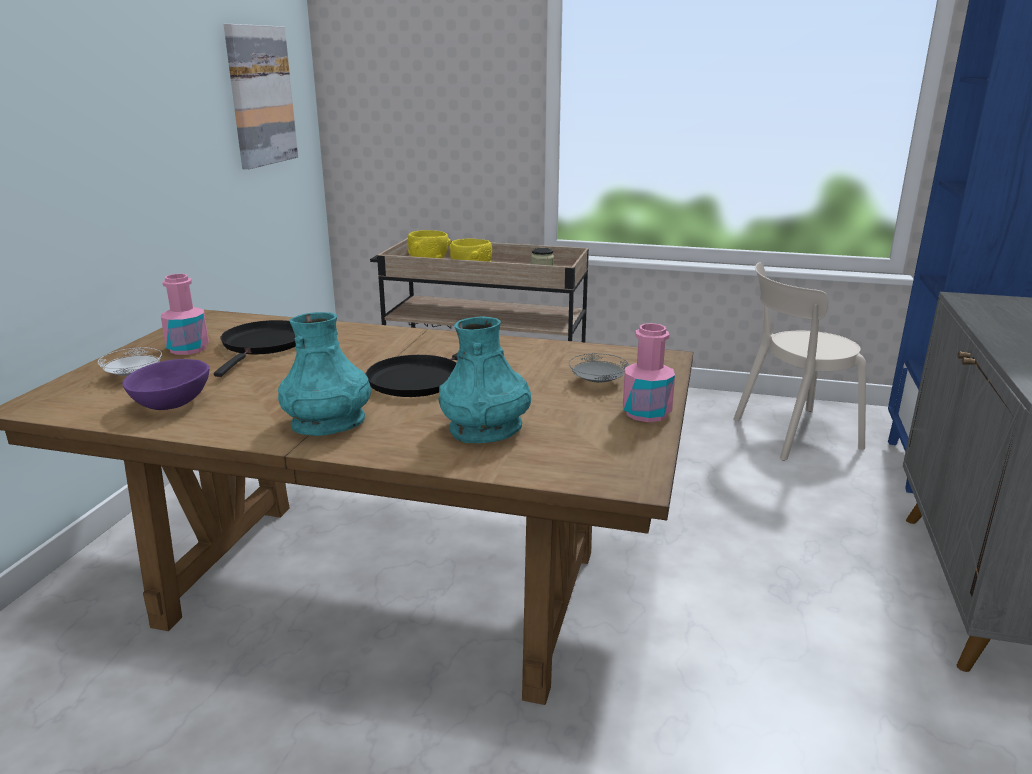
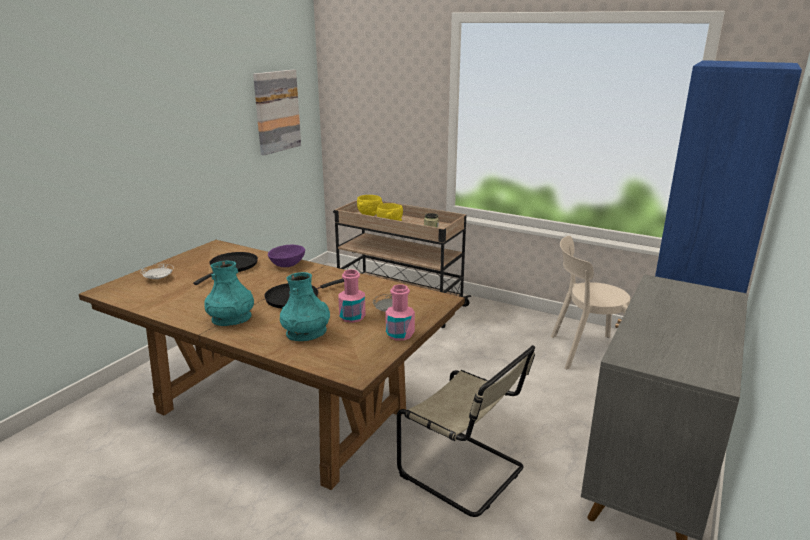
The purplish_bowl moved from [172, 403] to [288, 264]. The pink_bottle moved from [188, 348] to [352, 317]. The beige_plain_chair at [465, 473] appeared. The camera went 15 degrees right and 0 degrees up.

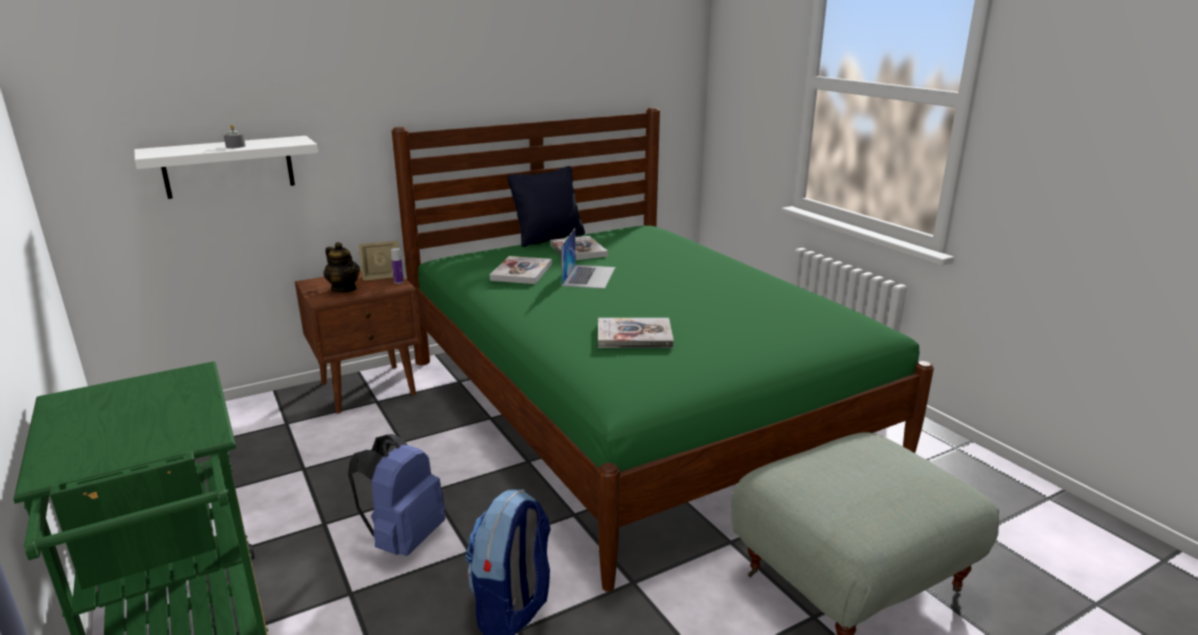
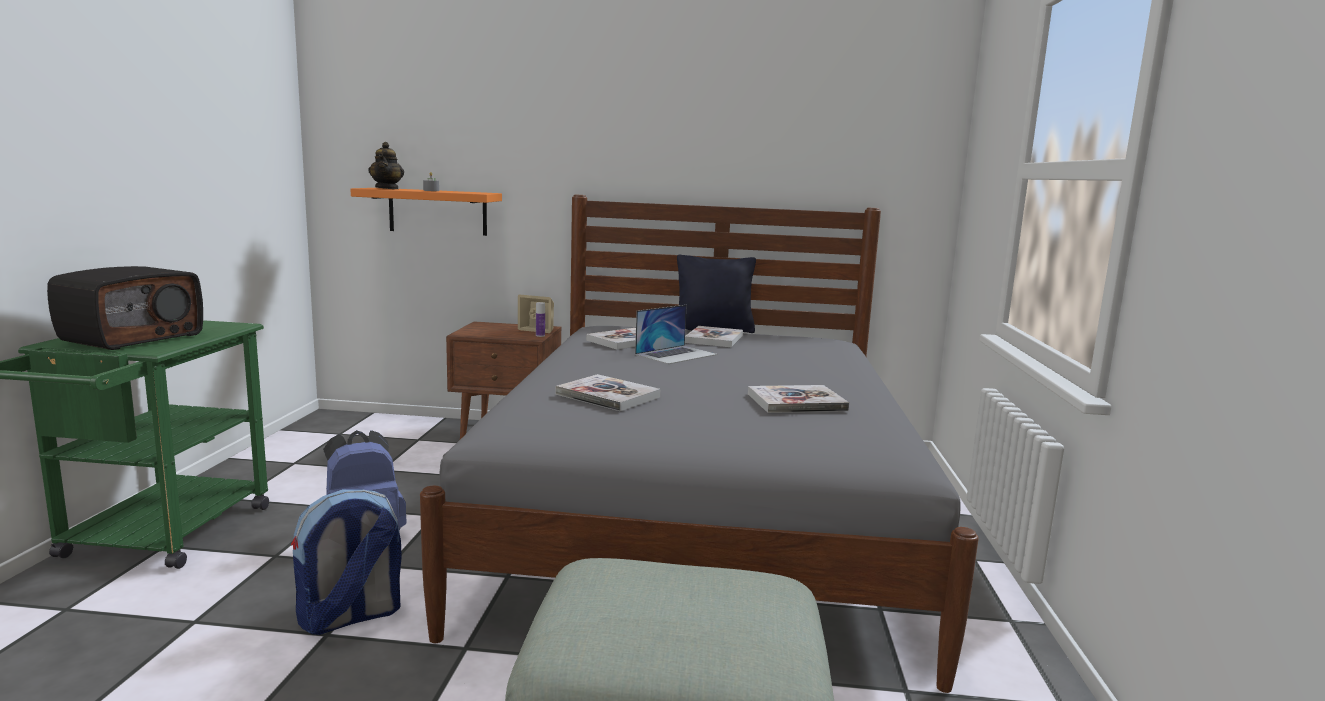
The radio_receiver at [132, 337] appeared. The white-coloured_shelf at [228, 167] became the orangey_shelf at [438, 211]. The tea_pot moved from [344, 289] to [387, 188]. The green_sleeping_bed at [634, 408] became the grey_sleeping_bed at [700, 519]. The volume at [796, 402] appeared. The camera went 35 degrees right and 10 degrees down.

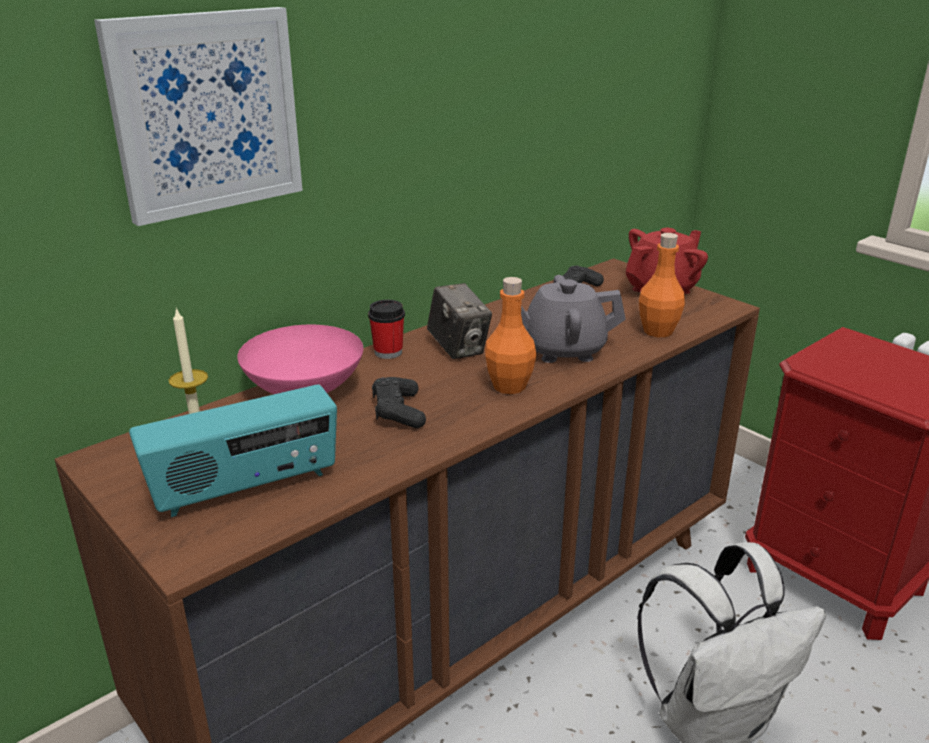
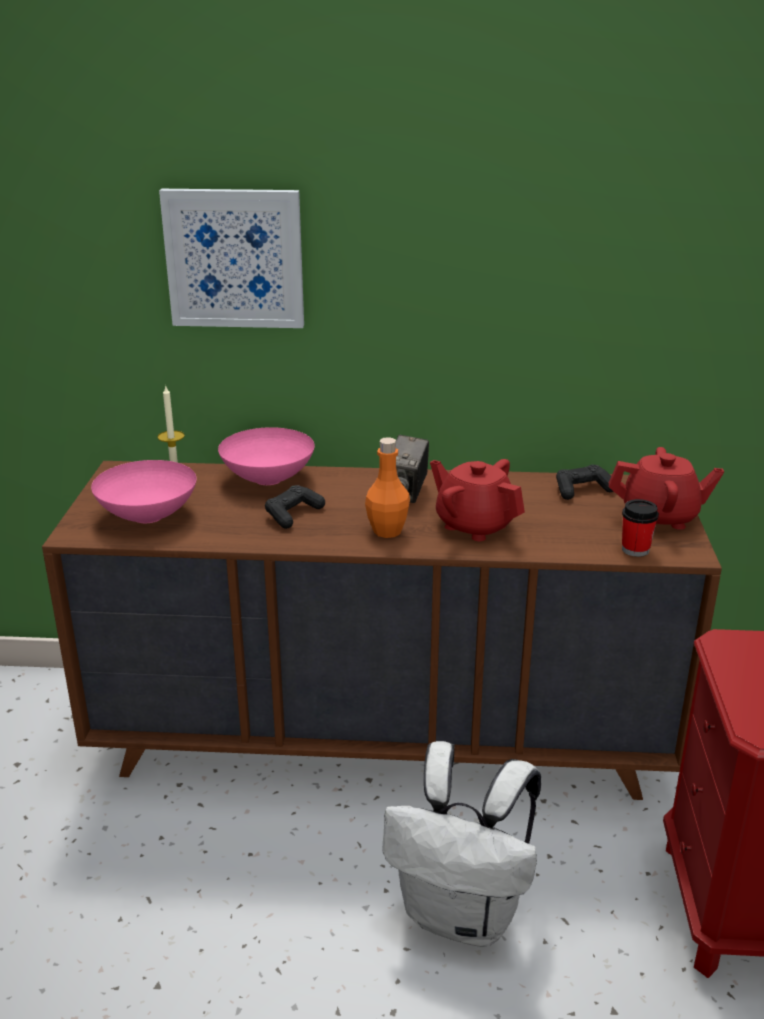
The radio_receiver at [246, 488] was replaced by the pink_bowl at [150, 516]. The grey_tea_pot at [563, 350] became the red_tea_pot at [474, 525]. The drinking_cup moved from [388, 352] to [635, 549]. The orangey_bottle at [658, 331] disappeared. The camera went 45 degrees right and 0 degrees up.

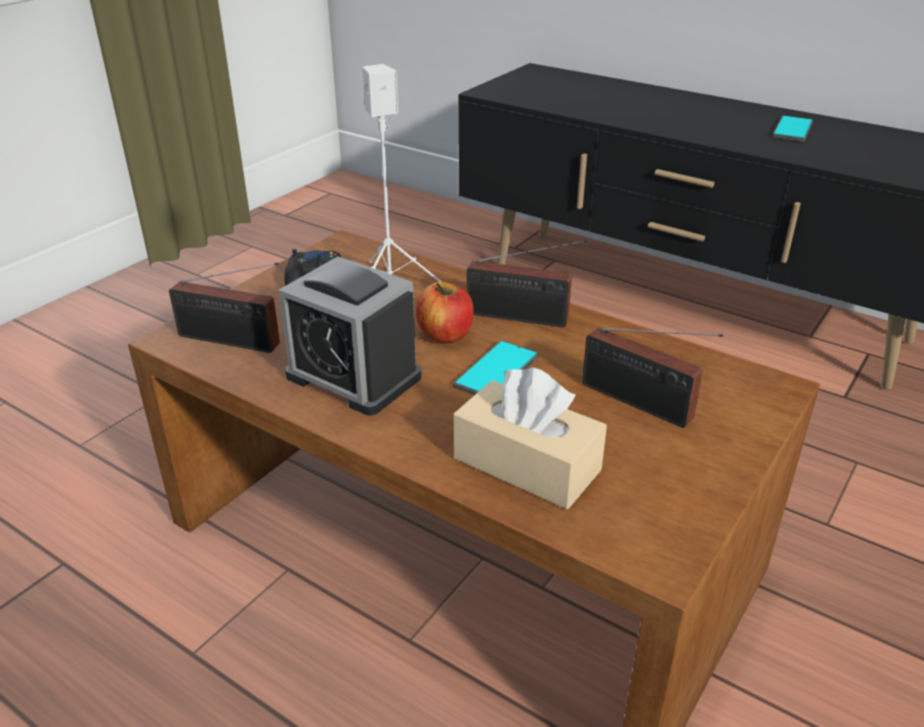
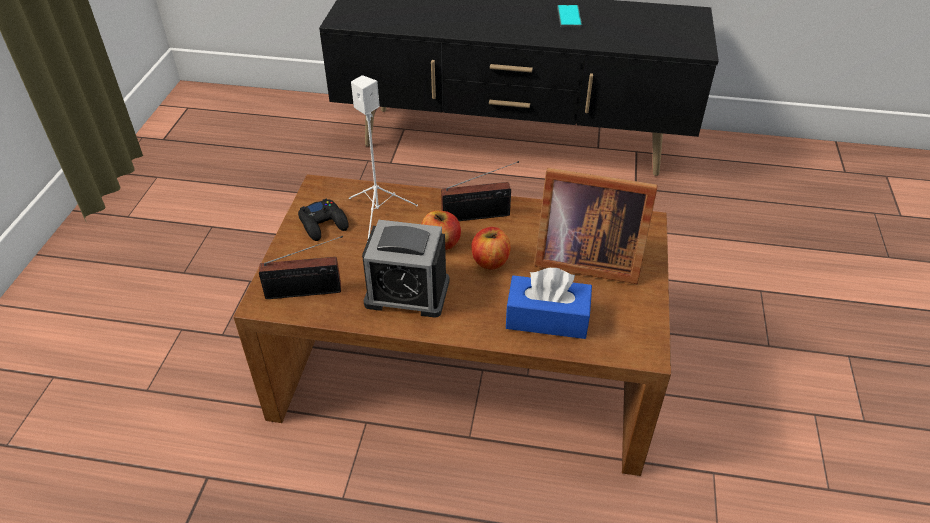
The handset at [496, 371] was replaced by the apple_fruit at [490, 261]. The beige_tissue_holder at [527, 464] became the blue_tissue_holder at [547, 318]. The radio_receiver at [641, 404] was replaced by the standing_frame at [584, 258]. The camera went 25 degrees left and 10 degrees up.

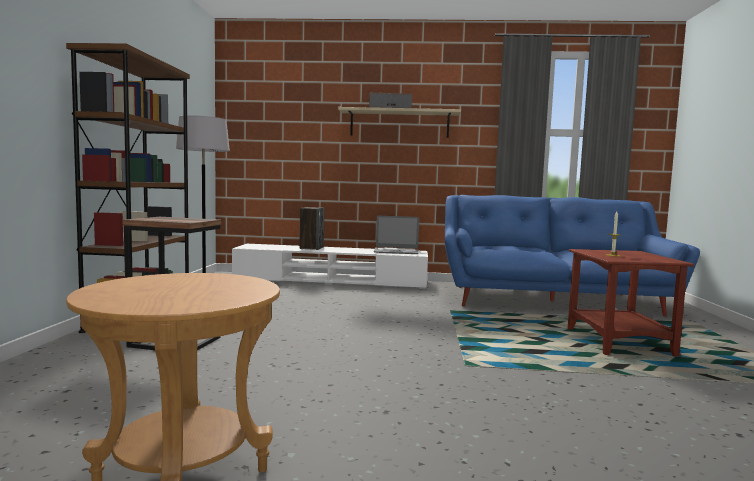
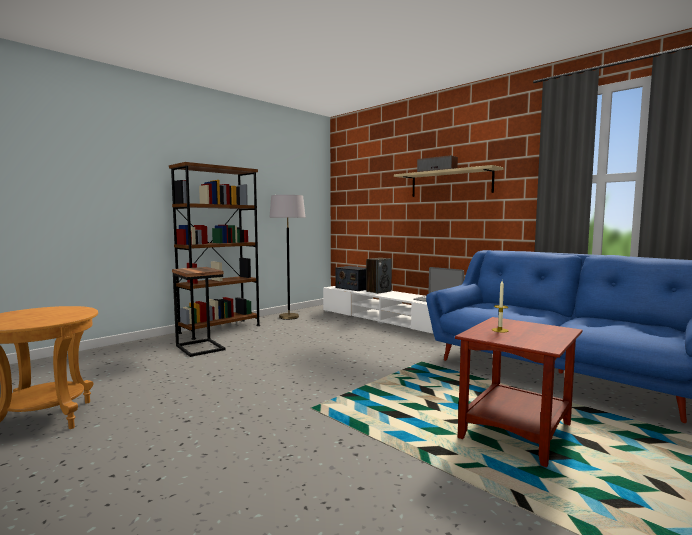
The radio_receiver at [353, 288] appeared. The camera went 40 degrees right and 0 degrees up.

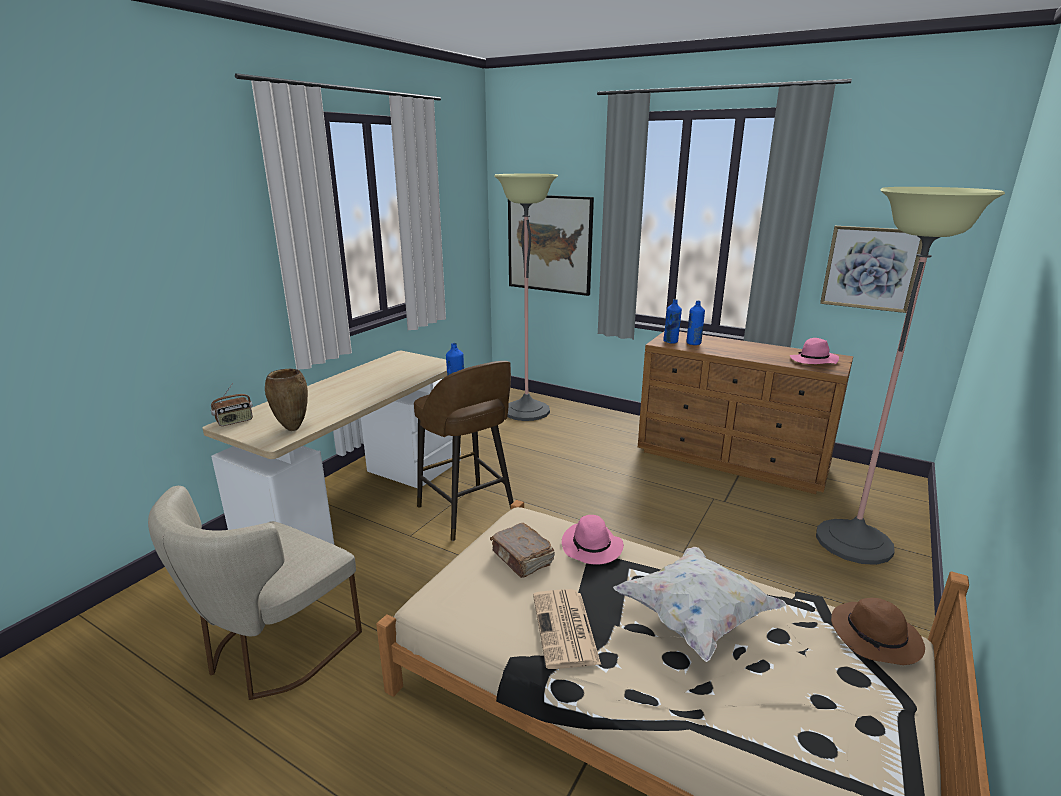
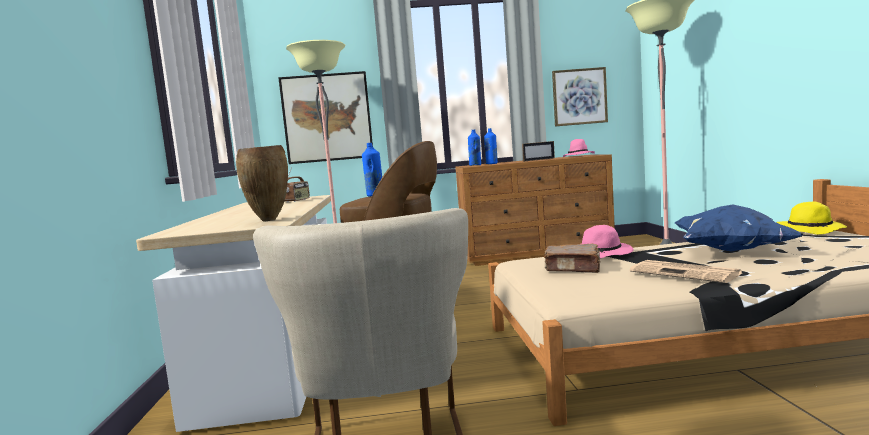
The radio_receiver moved from [235, 421] to [297, 200]. The standing_frame at [539, 159] appeared. The white-coloured_pillow at [695, 618] became the blue_pillow at [730, 250]. The brown_hat at [876, 638] became the yellow_hat at [811, 230]. The camera went 35 degrees left and 15 degrees down.

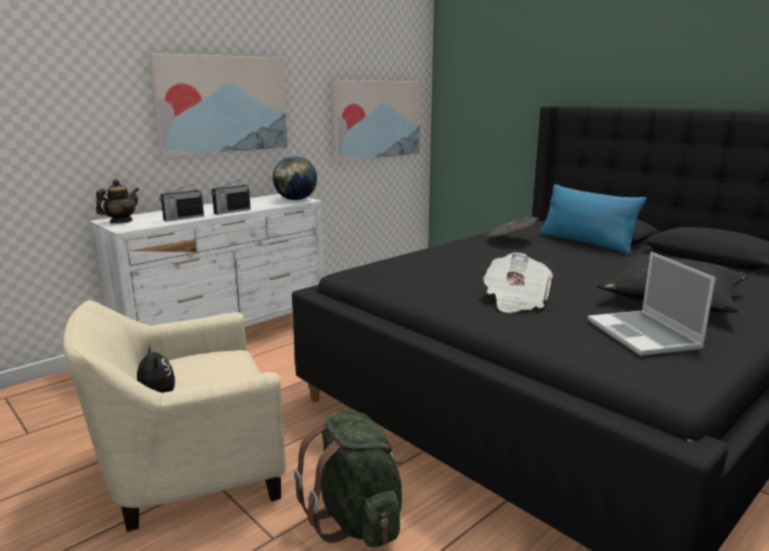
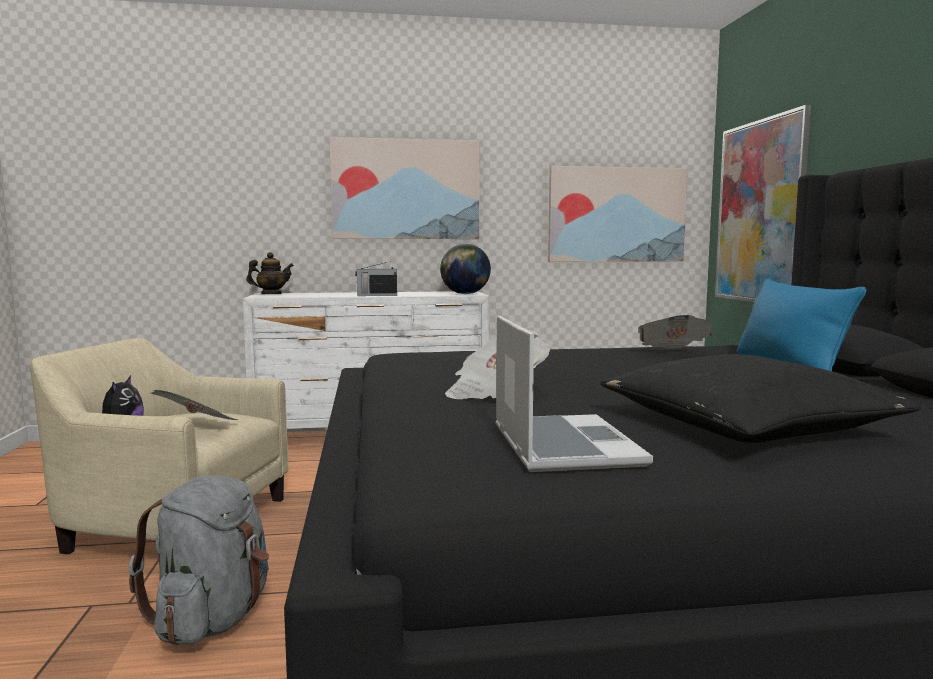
The green_knapsack at [356, 519] became the grey_knapsack at [213, 618]. The newspaper at [197, 427] appeared. The portable_computer at [644, 335] turned 150 degrees clockwise. The wall_picture at [759, 212] appeared. The radio_receiver at [183, 218] disappeared. The camera went 35 degrees right and 10 degrees down.

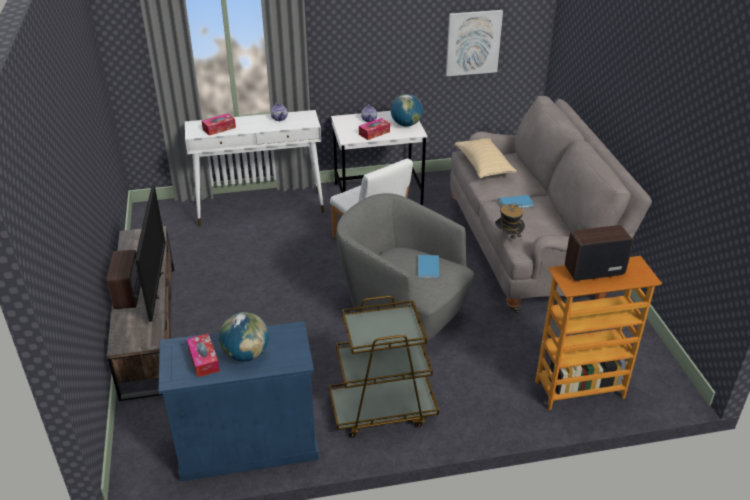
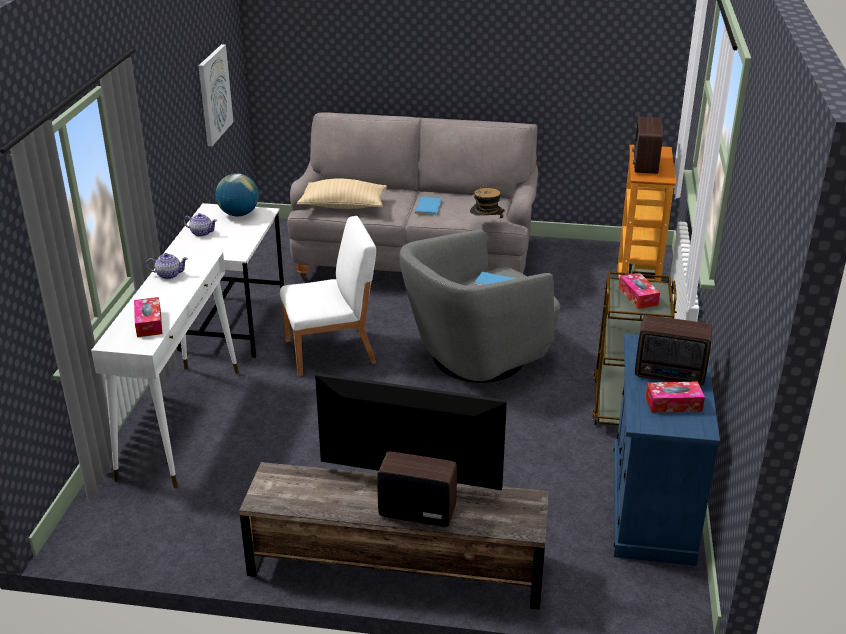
The tissue_holder moved from [374, 133] to [638, 296]. The world_globe at [246, 354] was replaced by the radio_receiver at [671, 375]. The camera went 70 degrees left and 5 degrees down.

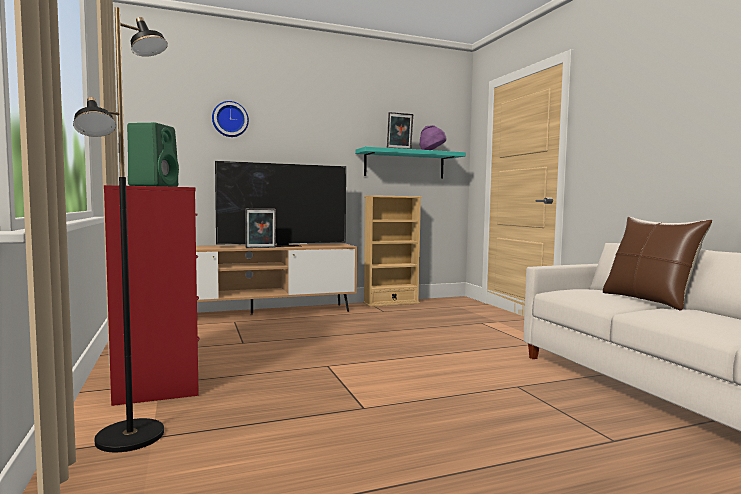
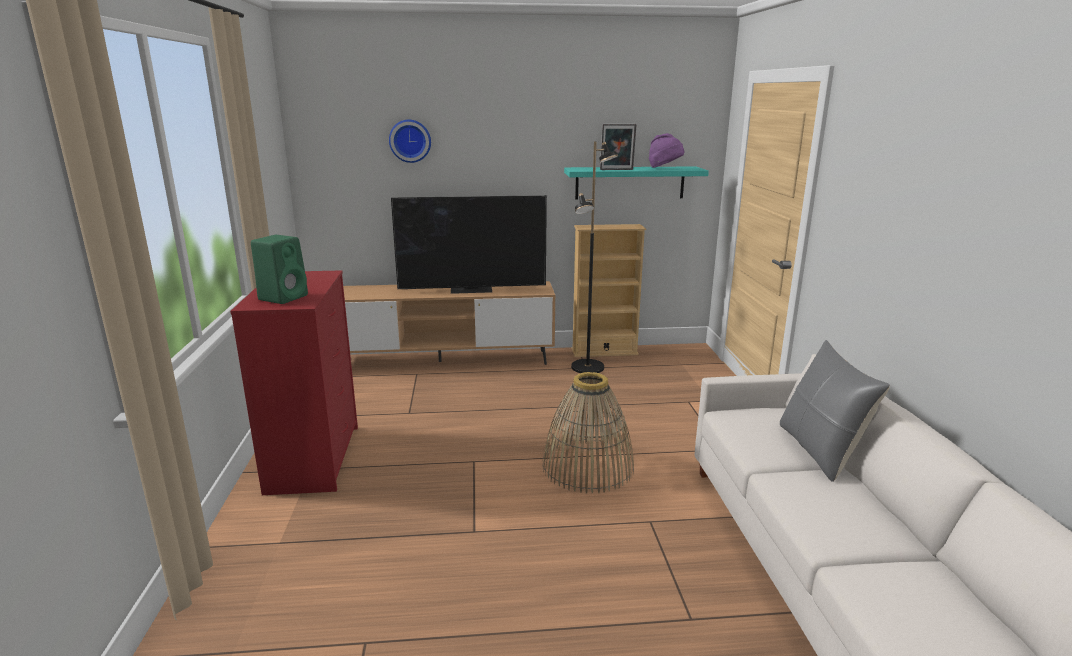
The basket at [587, 467] appeared. The blackish_standing_lamp moved from [131, 437] to [588, 367]. The brown_pillow at [649, 300] became the grey_pillow at [819, 451]. The standing_frame at [260, 248] disappeared. The camera went 15 degrees right and 15 degrees up.

